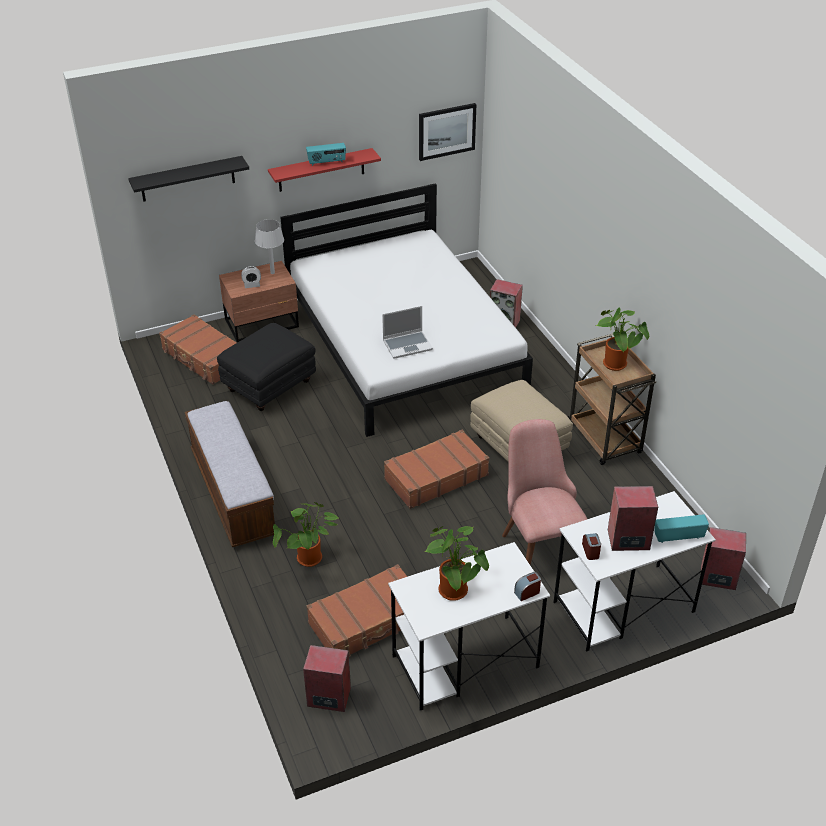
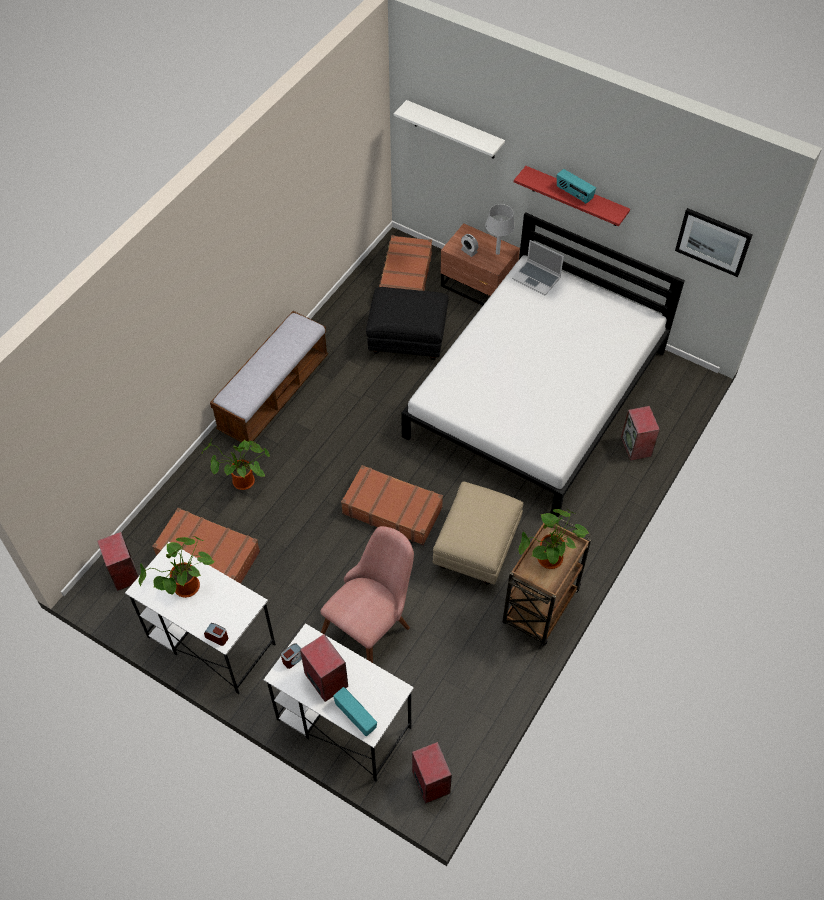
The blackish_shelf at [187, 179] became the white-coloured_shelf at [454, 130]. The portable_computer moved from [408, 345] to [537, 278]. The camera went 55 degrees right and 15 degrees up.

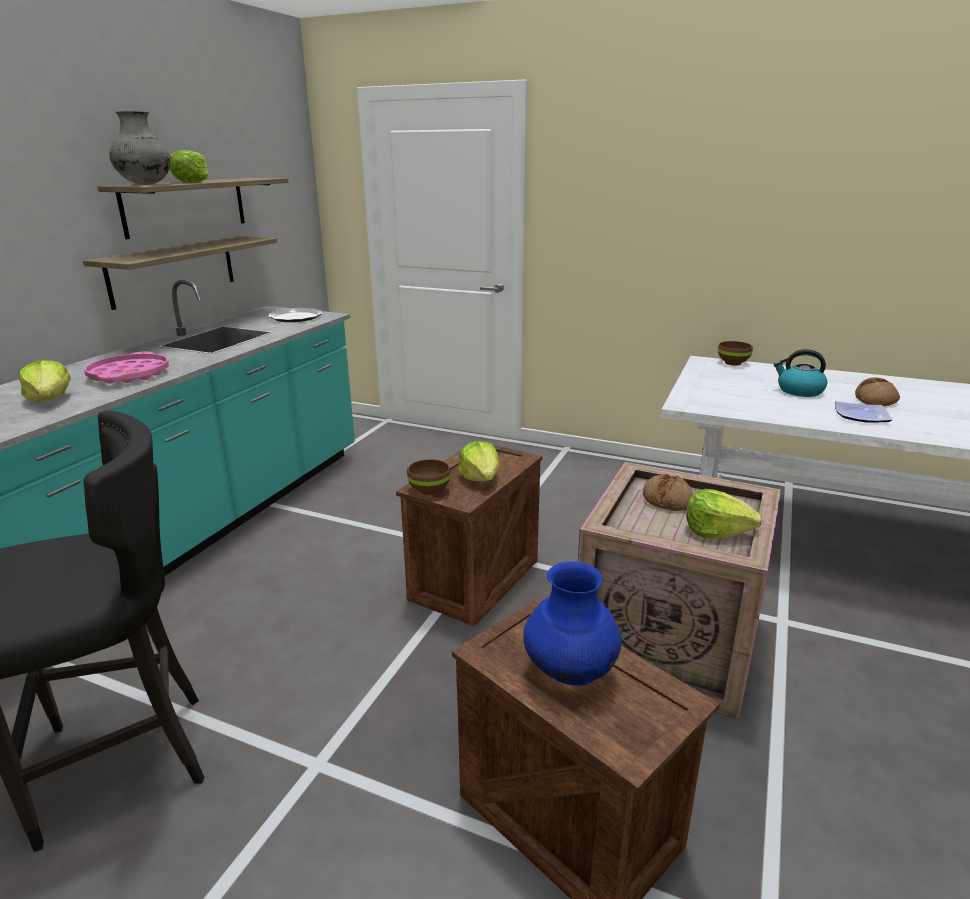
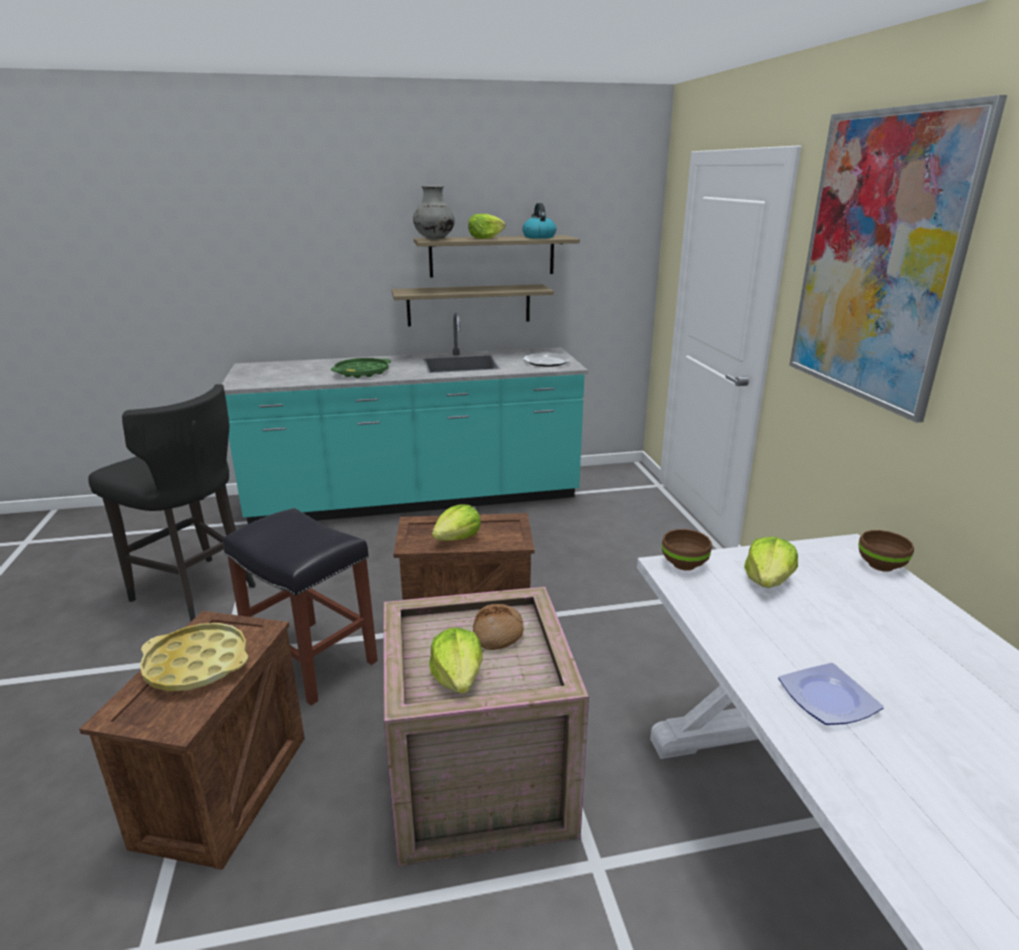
The blue_vase at [570, 672] was replaced by the yellow_serving_tray at [196, 664]. The blackish_stool_seat at [313, 660] appeared. The pink_serving_tray at [129, 375] became the green_serving_tray at [362, 372]. The kettle moved from [799, 391] to [538, 237]. The brown_bowl moved from [428, 490] to [683, 564]. The lettuce moved from [50, 400] to [768, 581]. The wall_picture at [878, 259] appeared. The bakery_bread at [875, 400] disappeared. The camera went 55 degrees right and 0 degrees up.

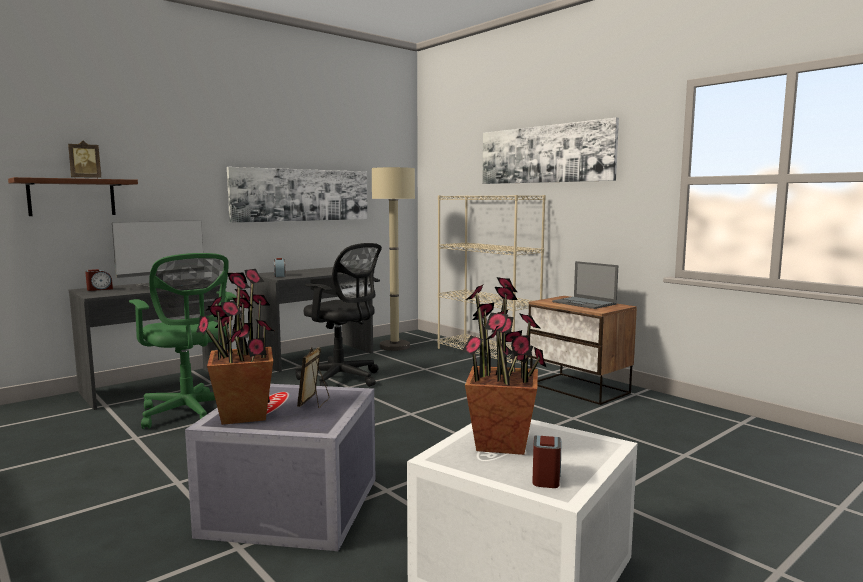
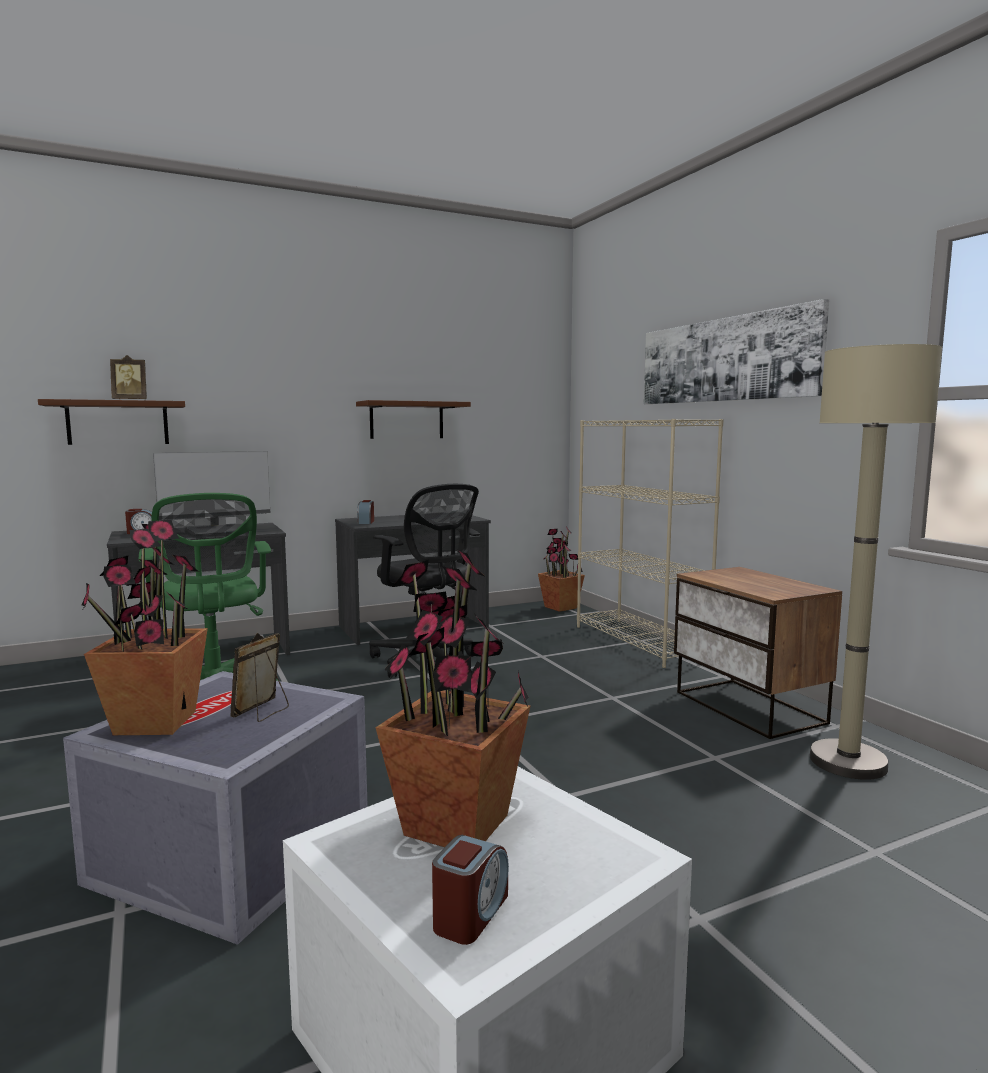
The wall_picture at [301, 195] was replaced by the brown_shelf at [406, 420]. The potted_plant at [560, 607] appeared. The beige_standing_lamp moved from [394, 346] to [847, 762]. The portable_computer at [585, 303] disappeared. The camera went 15 degrees right and 0 degrees up.

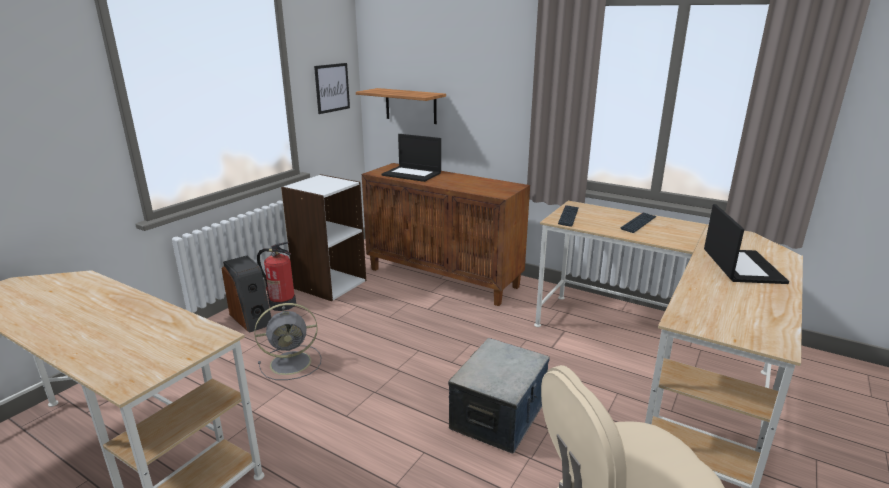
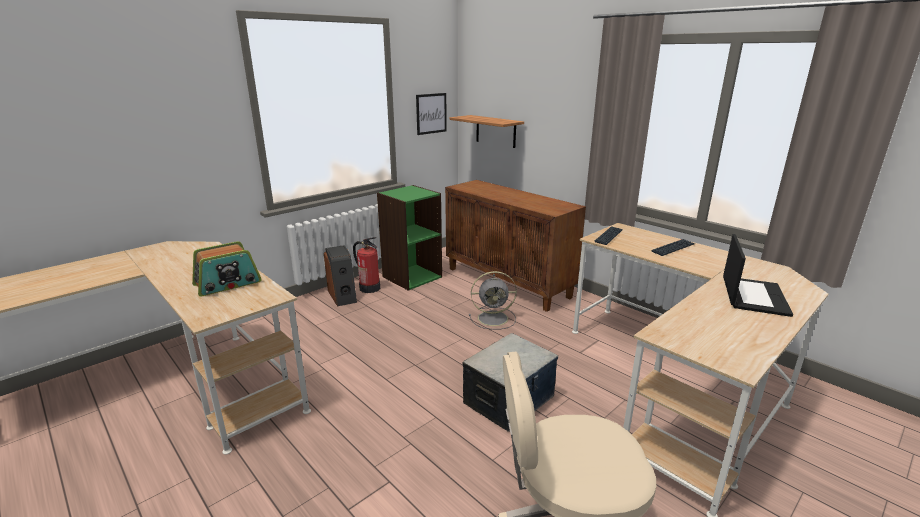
The radio_receiver at [228, 283] appeared. The white-coloured_bookshelf at [329, 284] became the green_bookshelf at [412, 277]. The grey_cooling_fan moved from [292, 362] to [494, 318]. The portable_computer at [412, 174] disappeared. The camera went 15 degrees right and 0 degrees up.

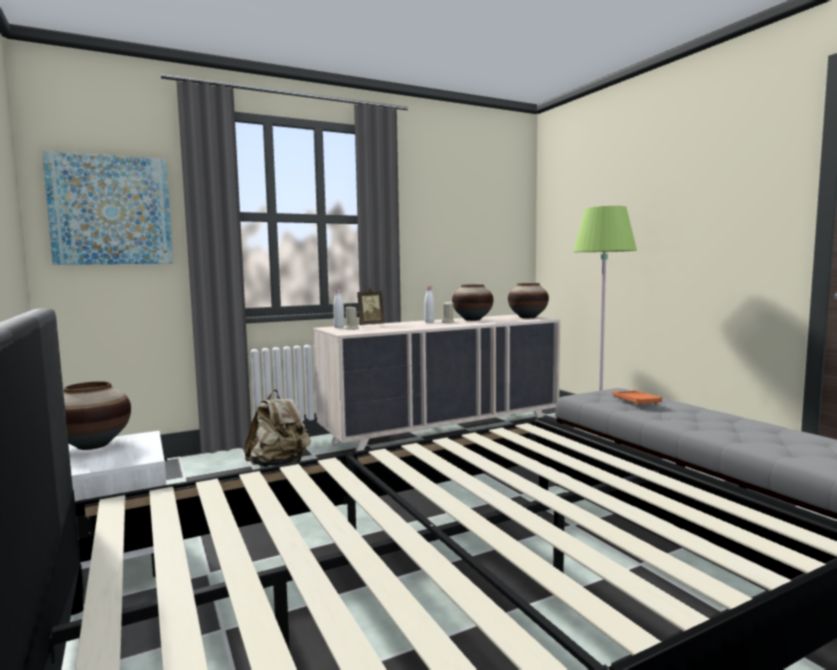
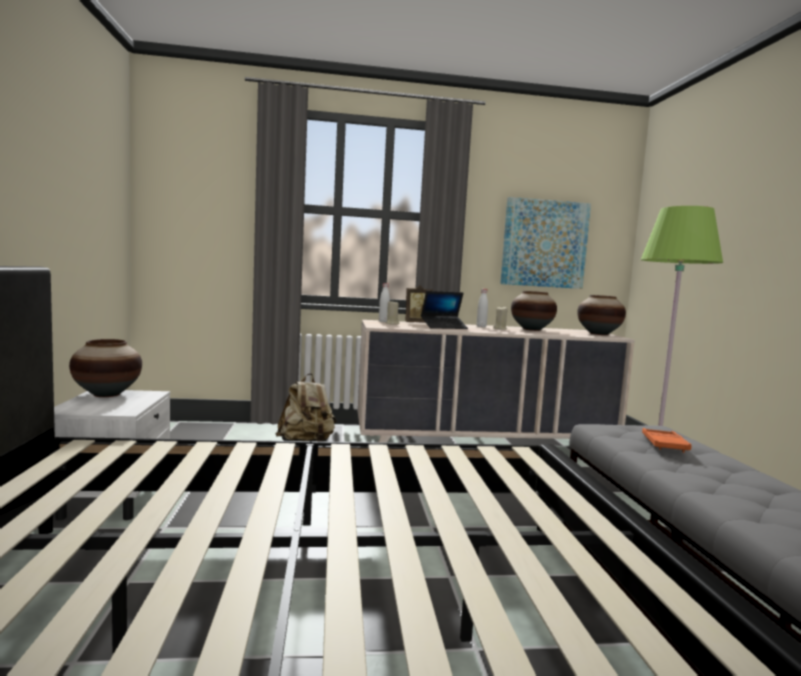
The portable_computer at [444, 327] appeared. The wall_picture moved from [111, 210] to [544, 244]. The camera went 20 degrees right and 0 degrees up.

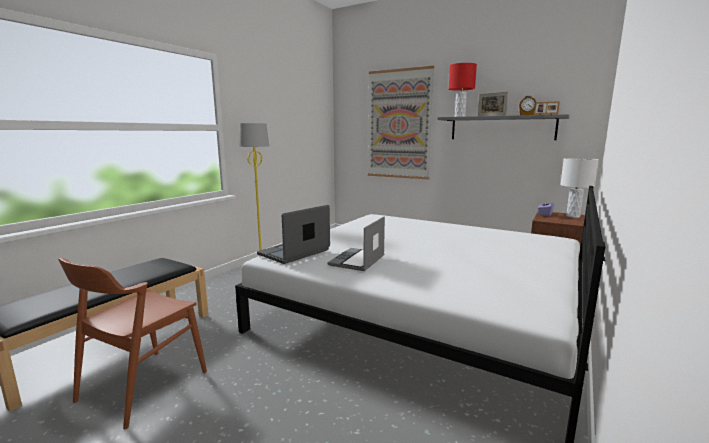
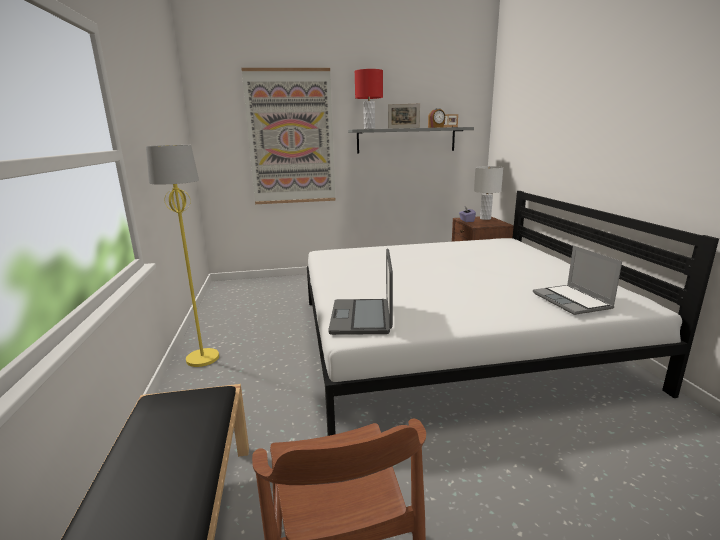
The portable_computer moved from [357, 261] to [572, 301]. The camera went 40 degrees left and 5 degrees up.

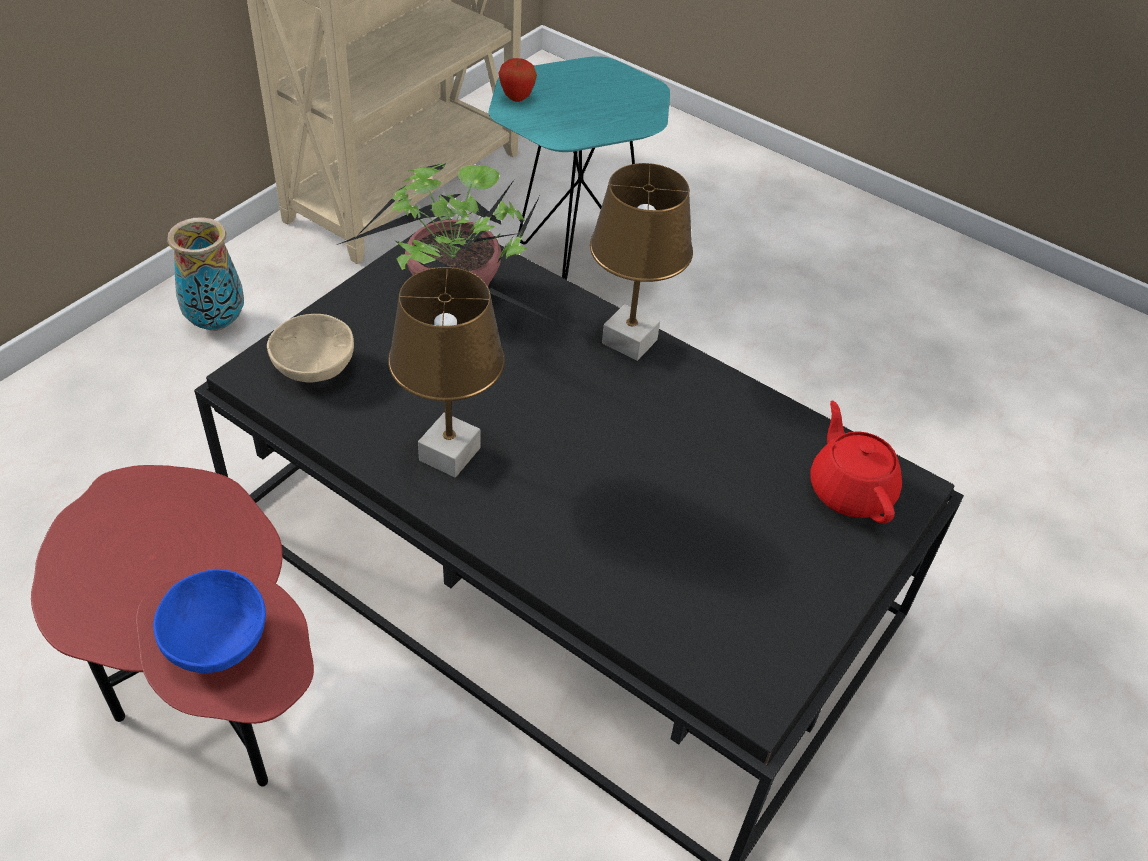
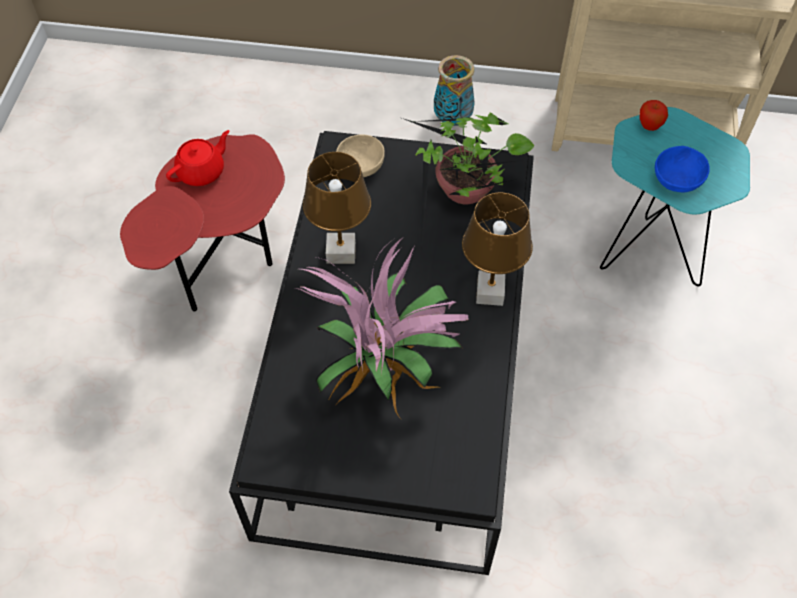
The red_tea_pot moved from [850, 490] to [202, 172]. The potted_plant at [386, 372] appeared. The blue_bowl moved from [219, 640] to [678, 181]. The camera went 65 degrees right and 10 degrees up.

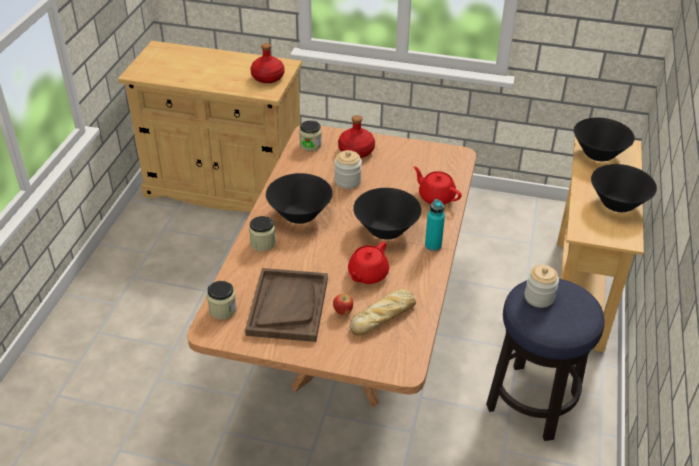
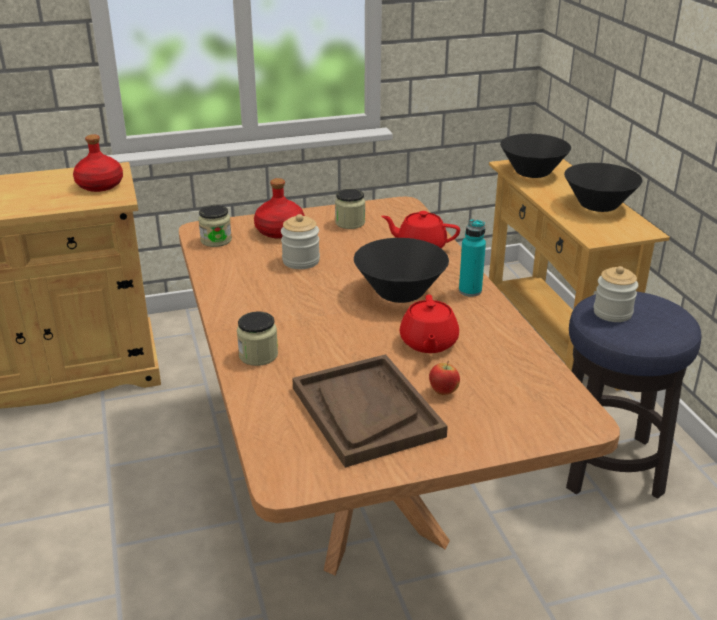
The storage_jar moved from [222, 310] to [350, 223]. The blackish_bowl at [300, 215] disappeared. The bakery_bread at [384, 315] disappeared. The camera went 30 degrees left and 10 degrees down.

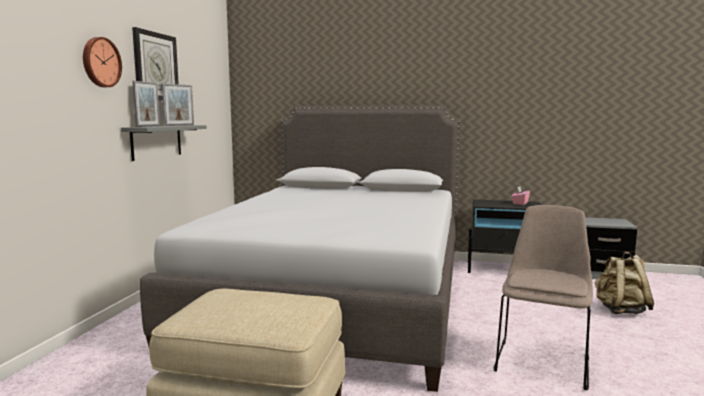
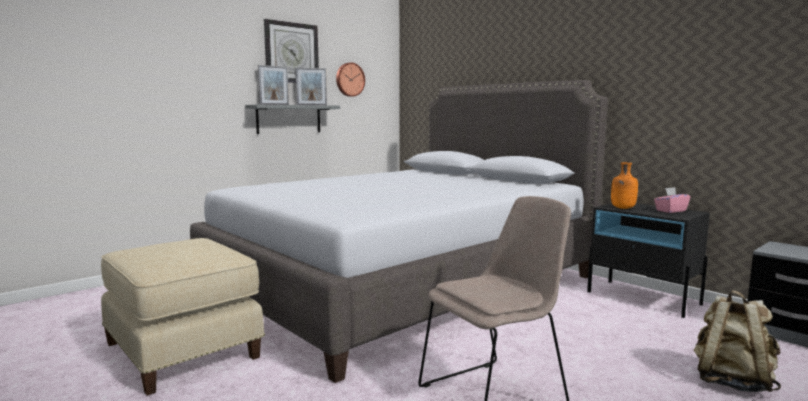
The clock_on_the_wall moved from [100, 62] to [349, 79]. The orangey_bottle at [622, 208] appeared. The camera went 35 degrees right and 0 degrees up.

